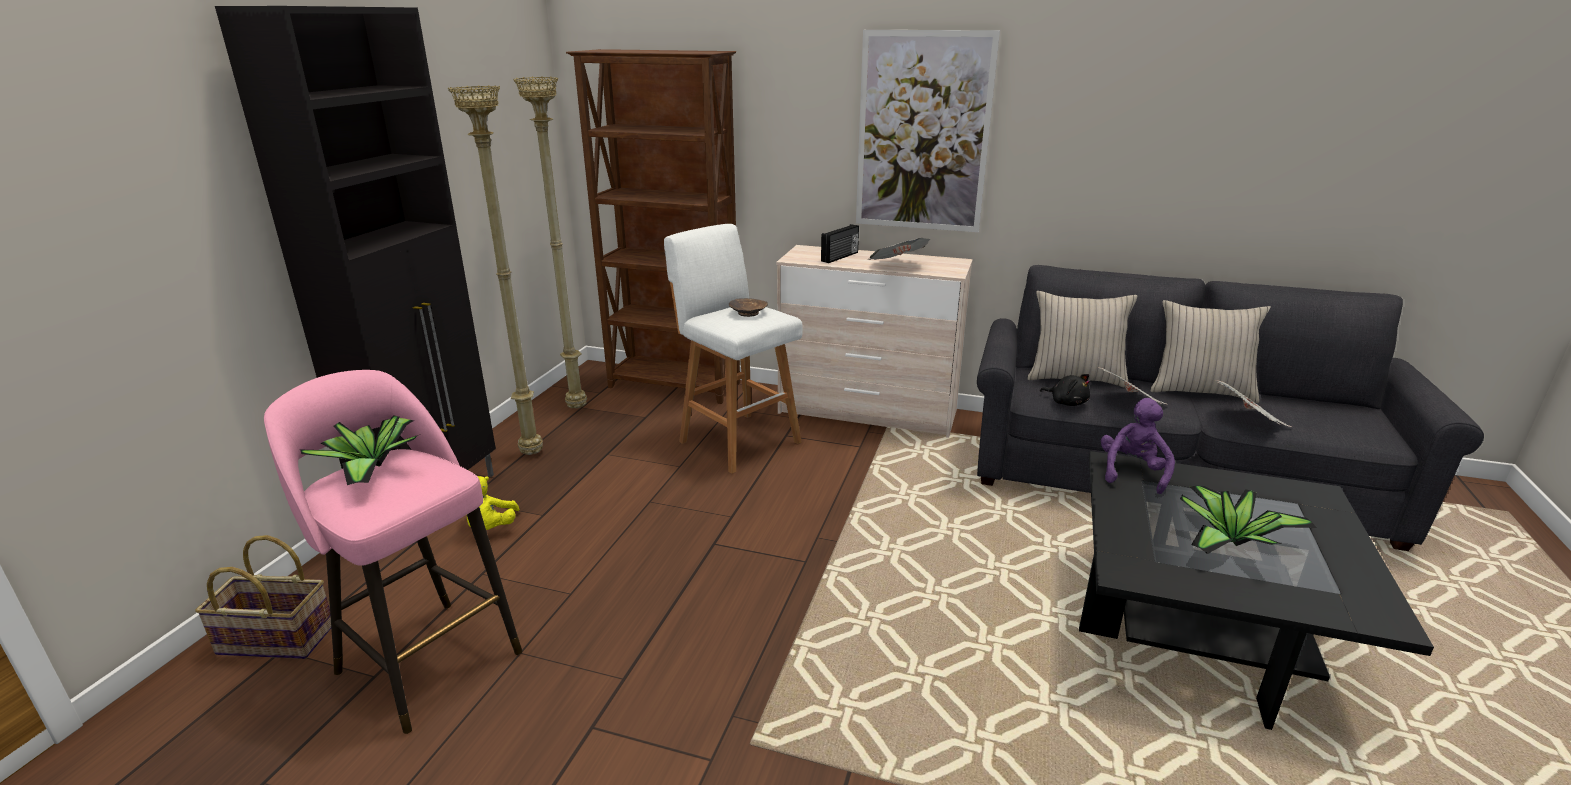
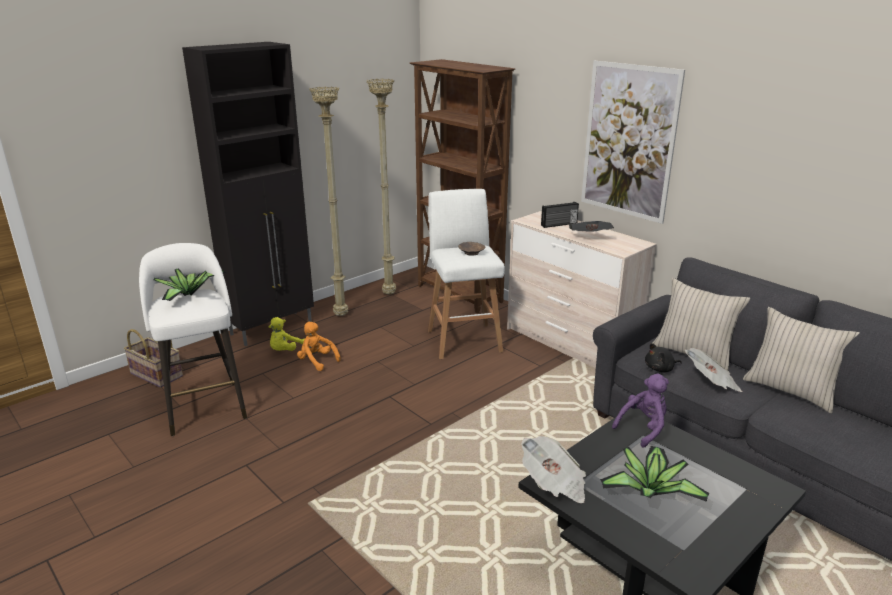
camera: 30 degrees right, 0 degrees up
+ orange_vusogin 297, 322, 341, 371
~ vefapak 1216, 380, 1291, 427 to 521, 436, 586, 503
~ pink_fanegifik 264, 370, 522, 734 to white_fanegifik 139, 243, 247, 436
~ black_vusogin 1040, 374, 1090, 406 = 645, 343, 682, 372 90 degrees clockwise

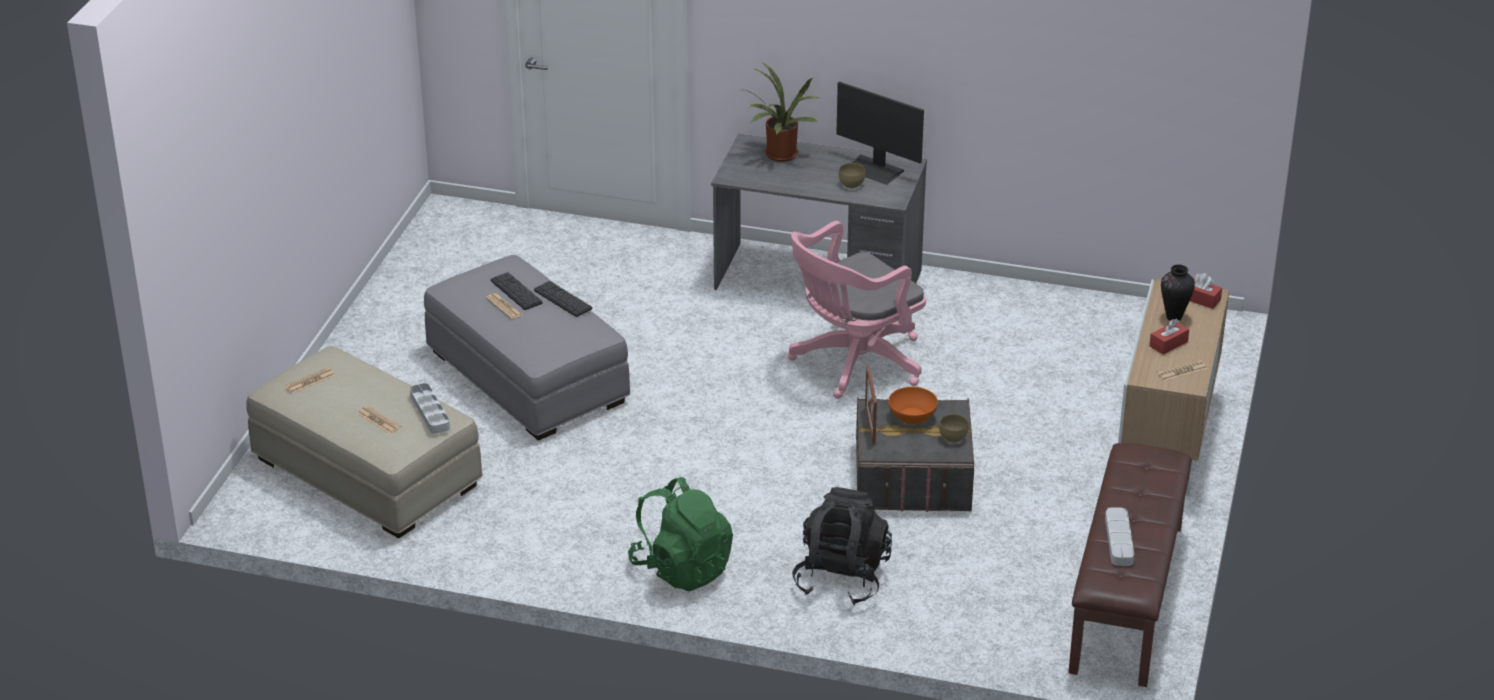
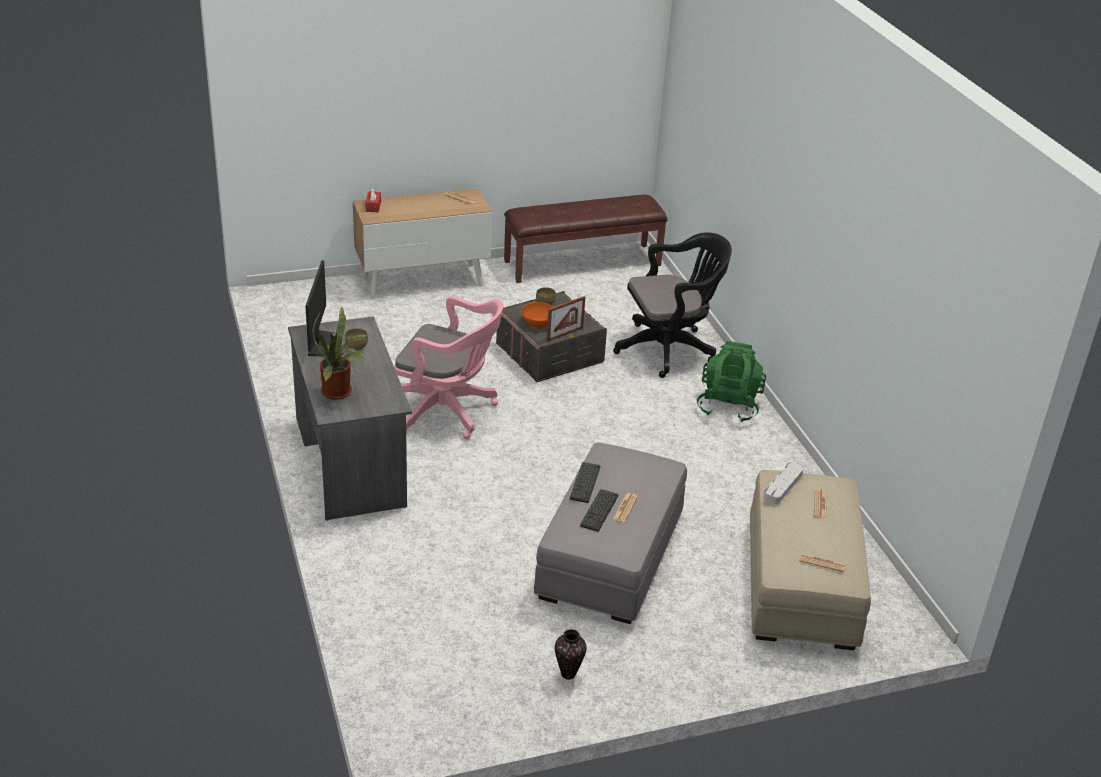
camera: 125 degrees left, 0 degrees up
- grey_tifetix 1105, 507, 1134, 566
- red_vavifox 1149, 319, 1189, 355
~ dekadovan 1161, 264, 1195, 321 to 555, 629, 586, 680
~ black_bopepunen 792, 487, 892, 605 to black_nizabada 613, 233, 732, 378

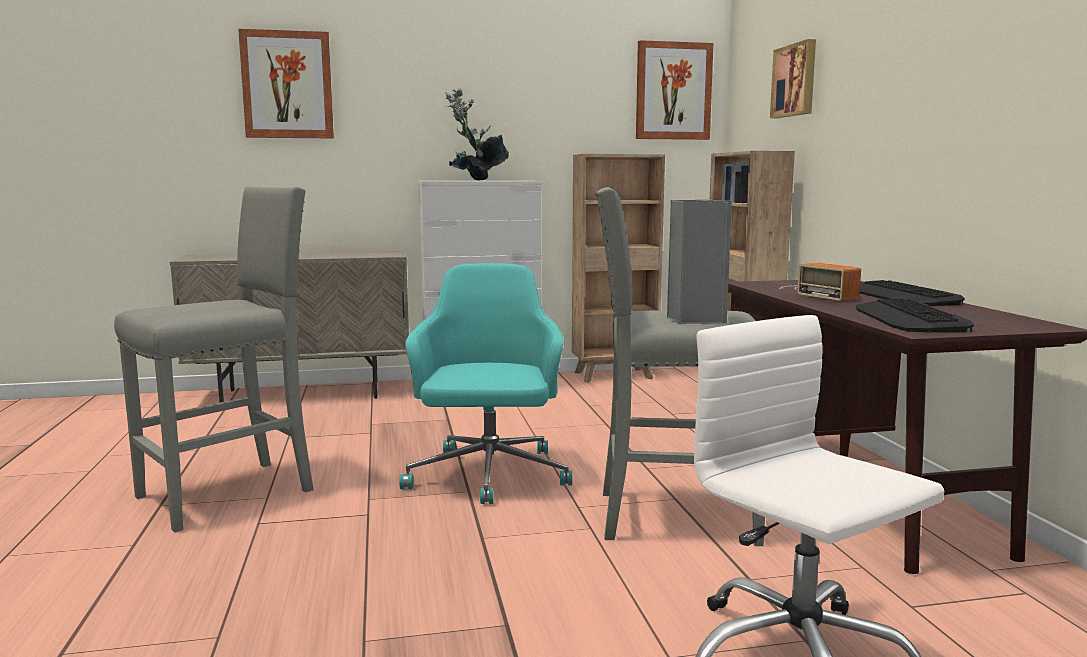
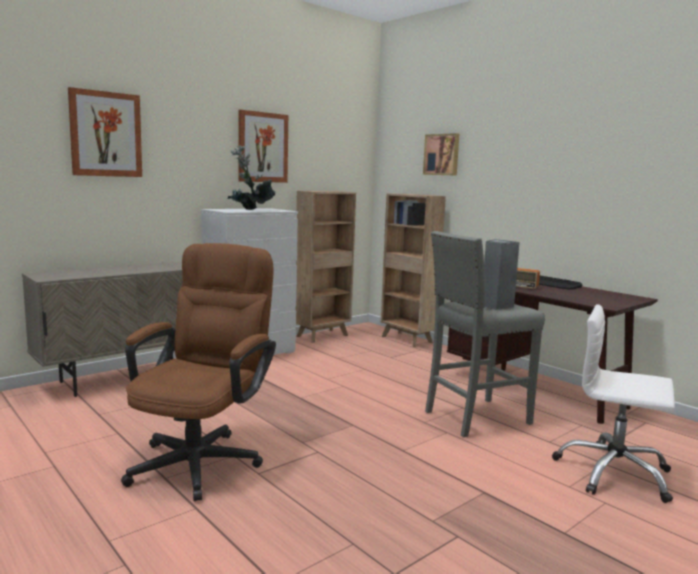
camera: 30 degrees left, 0 degrees up
- turquoise_nizabada 399, 263, 572, 504
- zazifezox 856, 298, 974, 333
~ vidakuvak 636, 40, 713, 140 to 238, 110, 288, 183
~ grey_fanegifik 114, 186, 314, 532 to brown_nizabada 121, 243, 276, 501

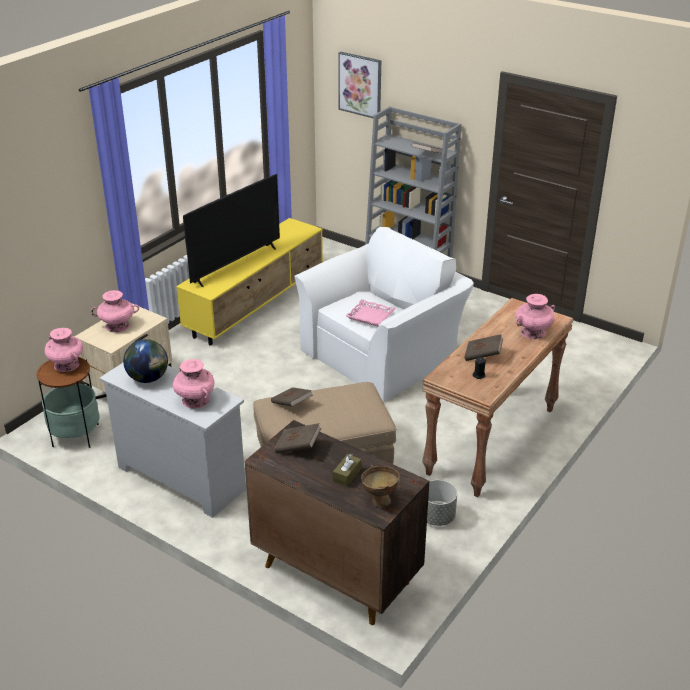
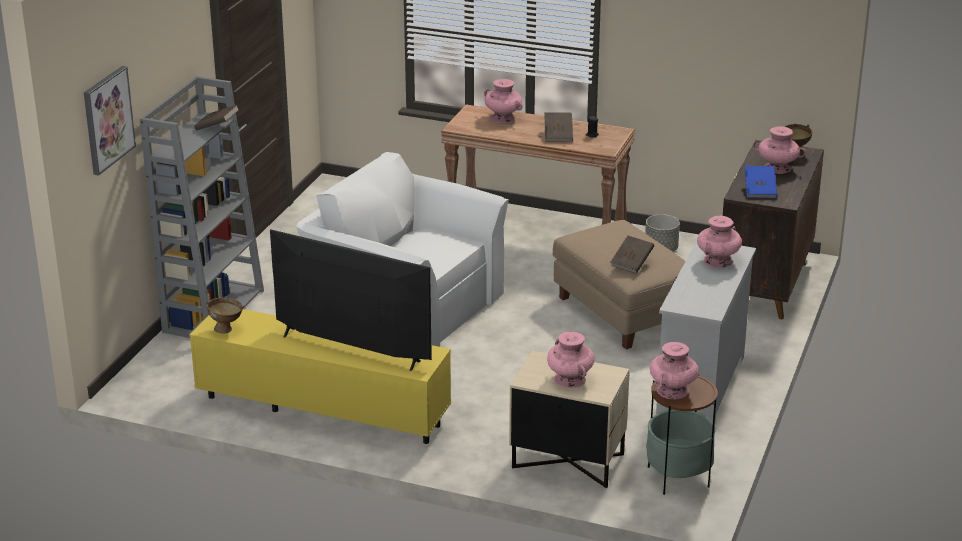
camera: 105 degrees left, 5 degrees down
- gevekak 123, 339, 168, 383
- pink_tifetix 346, 299, 396, 327
+ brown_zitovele 206, 297, 244, 334
~ brown_vavifox 333, 454, 361, 486 to pink_dekadovan 753, 126, 806, 174
~ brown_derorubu 274, 423, 321, 453 to blue_derorubu 745, 166, 777, 198

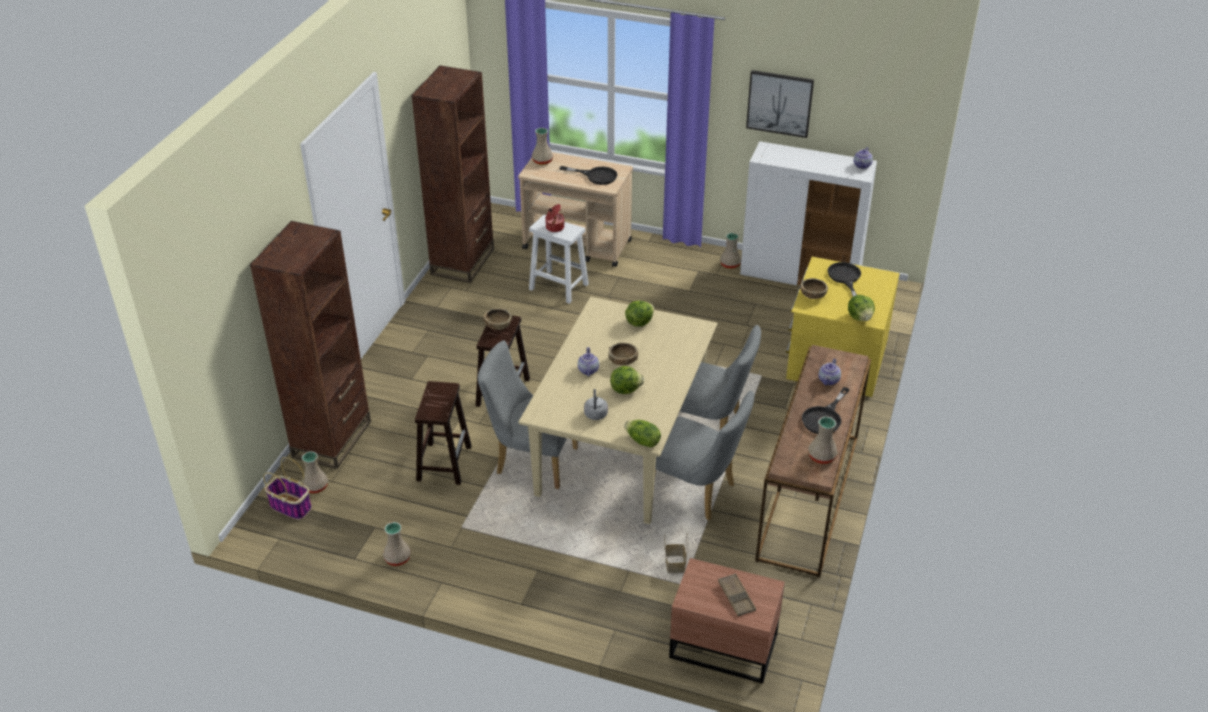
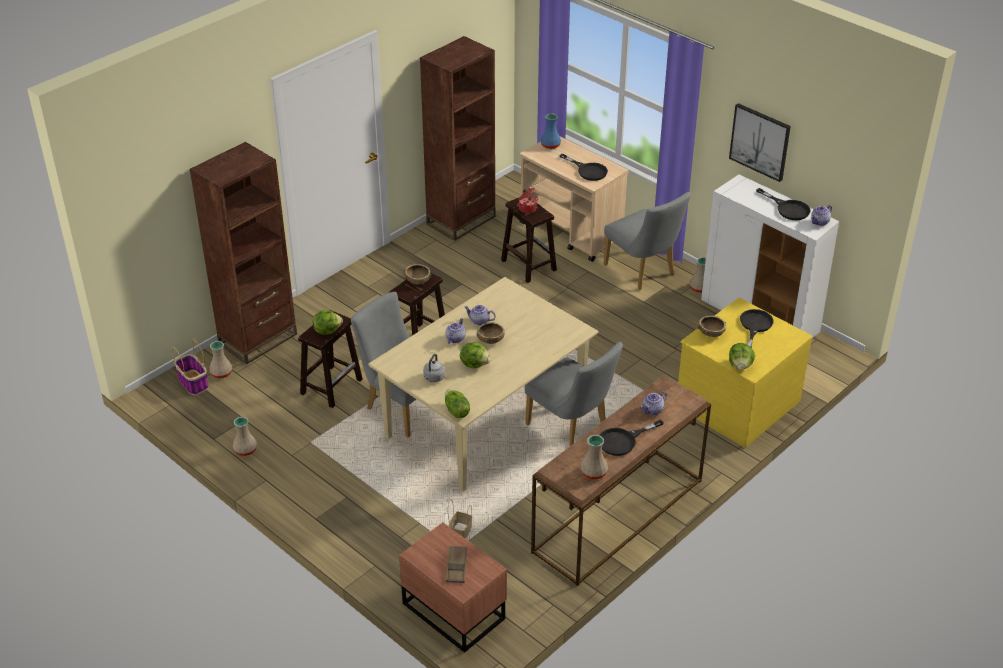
camera: 25 degrees right, 0 degrees up
+ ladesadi 464, 305, 496, 325
+ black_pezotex 756, 188, 811, 220
~ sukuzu 625, 301, 654, 327 to 312, 310, 343, 335
~ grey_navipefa 654, 391, 755, 520 to 604, 192, 691, 290
~ white_fanegifik 529, 215, 589, 304 to brown_fanegifik 501, 197, 557, 283
~ beige_dekadovan 532, 128, 553, 165 to blue_dekadovan 541, 114, 561, 149

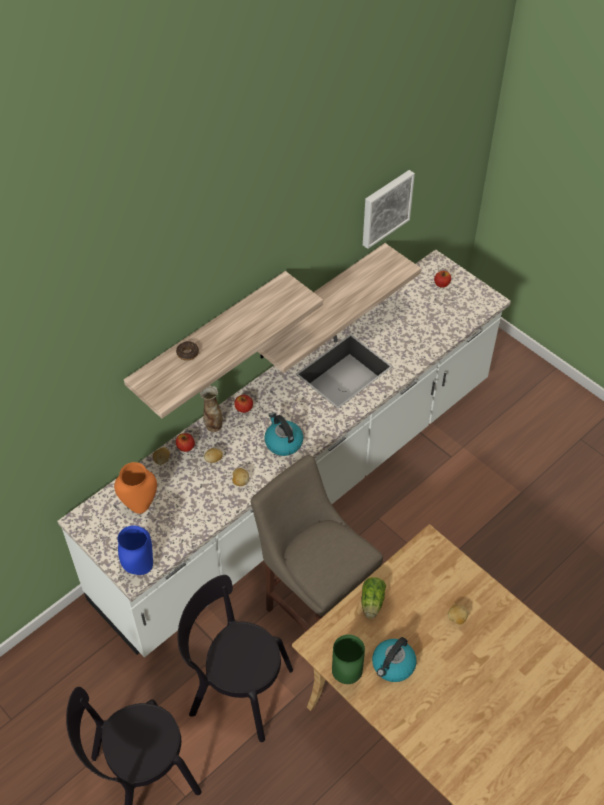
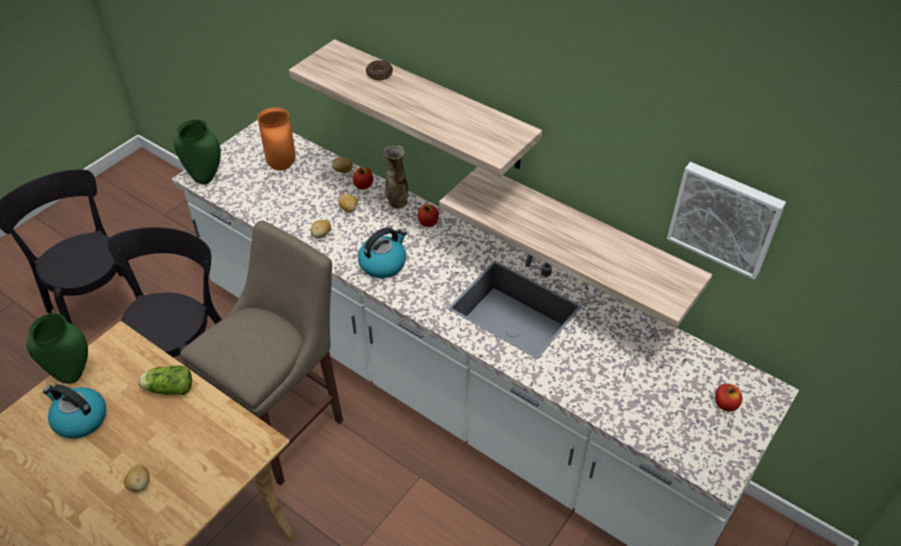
camera: 80 degrees right, 5 degrees down
~ blue_dekadovan 118, 525, 153, 575 to green_dekadovan 174, 119, 221, 185

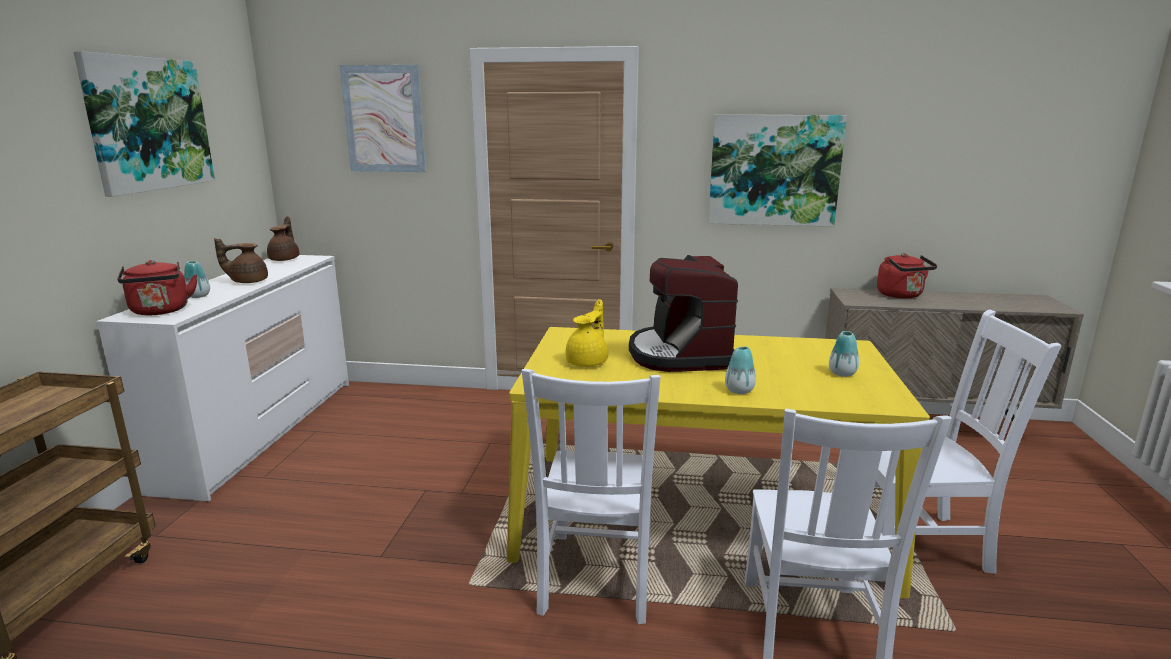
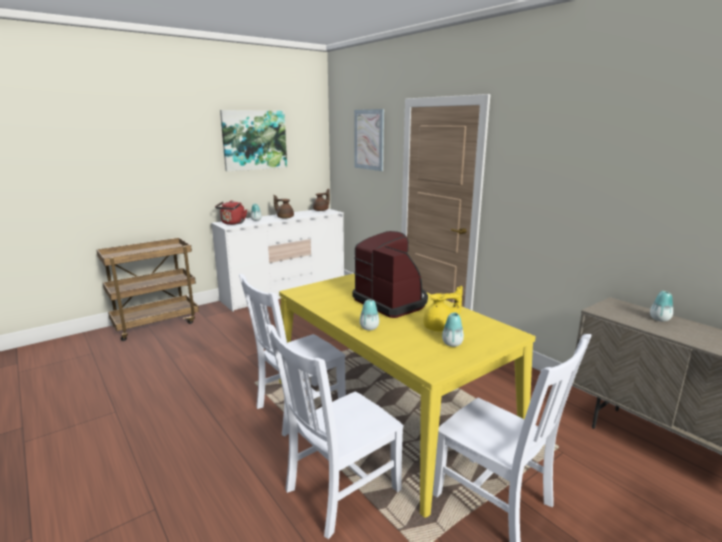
camera: 45 degrees right, 0 degrees up
- vidakuvak 708, 115, 847, 226
~ yellow_ladesadi 565, 299, 608, 366 to 423, 286, 463, 332
~ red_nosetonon 877, 253, 937, 299 to dekadovan 650, 291, 673, 322
~ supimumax 629, 255, 738, 372 = 352, 231, 428, 318 105 degrees clockwise

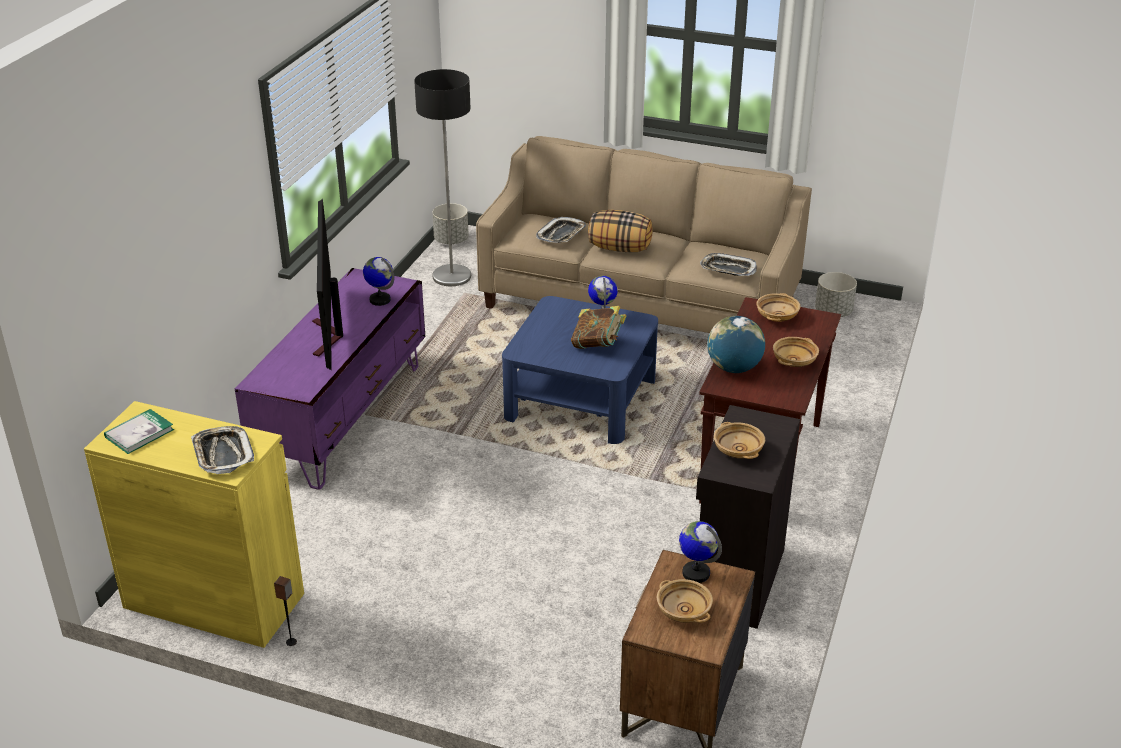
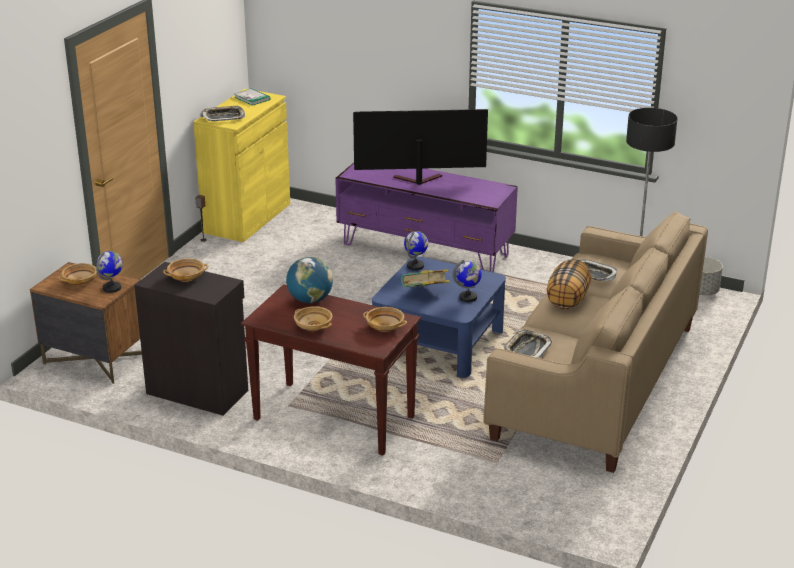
camera: 95 degrees right, 5 degrees down
- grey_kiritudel 815, 272, 857, 317
~ gevekak 363, 257, 395, 306 to 404, 231, 428, 270

